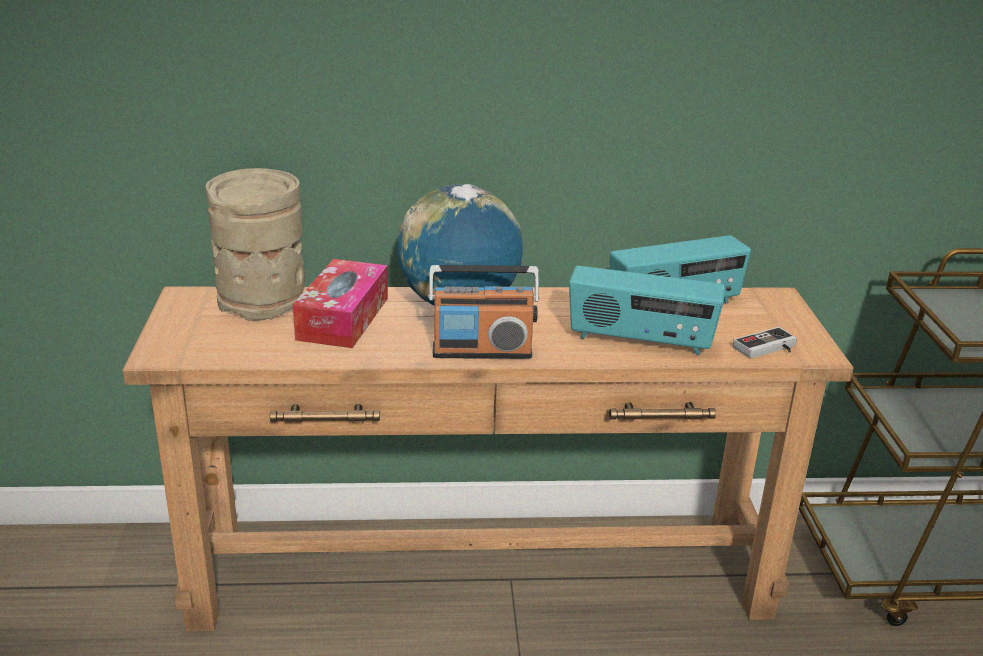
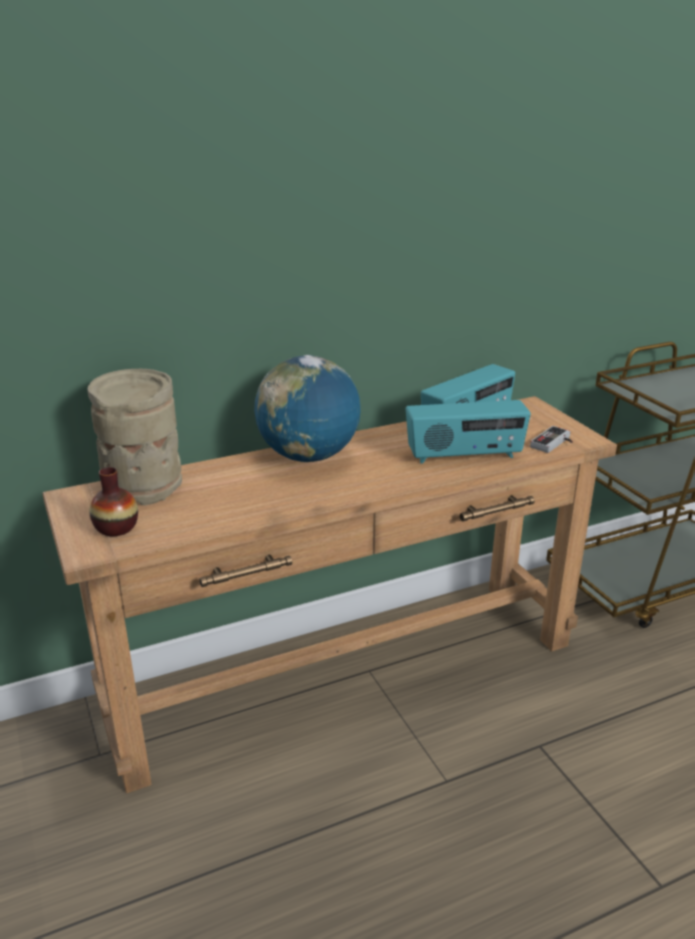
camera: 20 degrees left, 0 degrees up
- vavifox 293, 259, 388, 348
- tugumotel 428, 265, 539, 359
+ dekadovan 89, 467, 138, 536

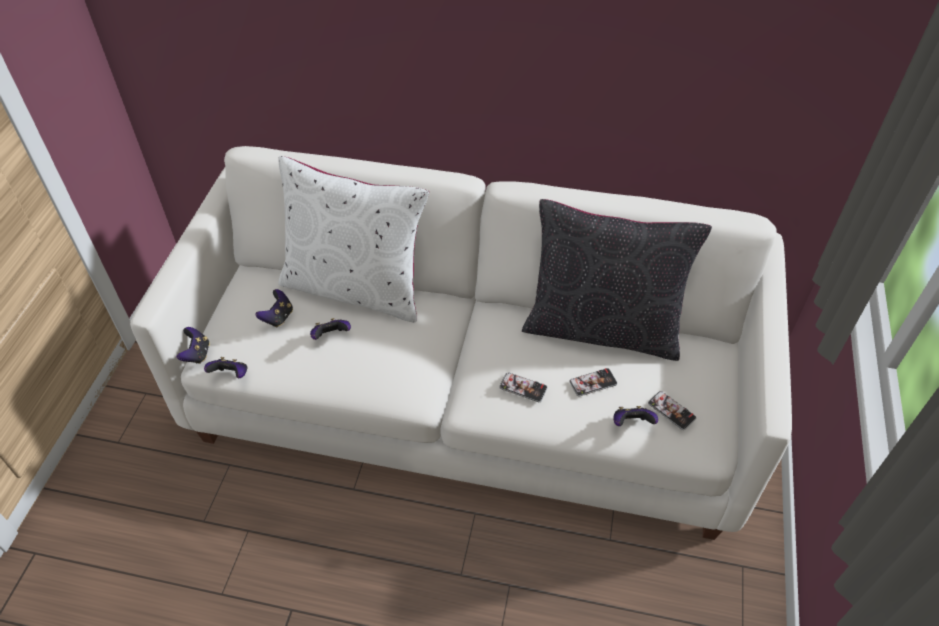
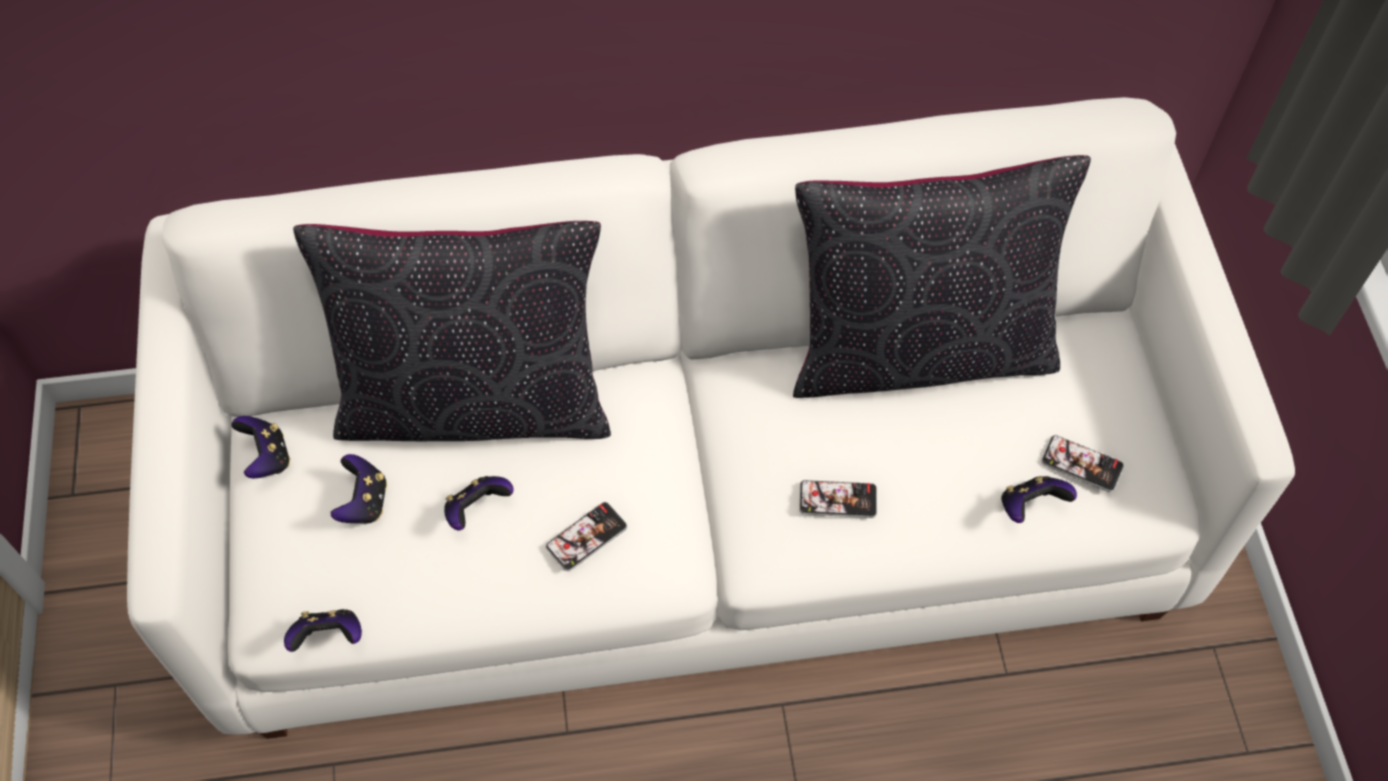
camera: 20 degrees left, 10 degrees up
~ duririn 176, 327, 210, 364 to 231, 416, 290, 478
~ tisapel 569, 368, 617, 397 to 546, 502, 627, 571
~ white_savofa 278, 156, 429, 322 to black_savofa 293, 221, 611, 441

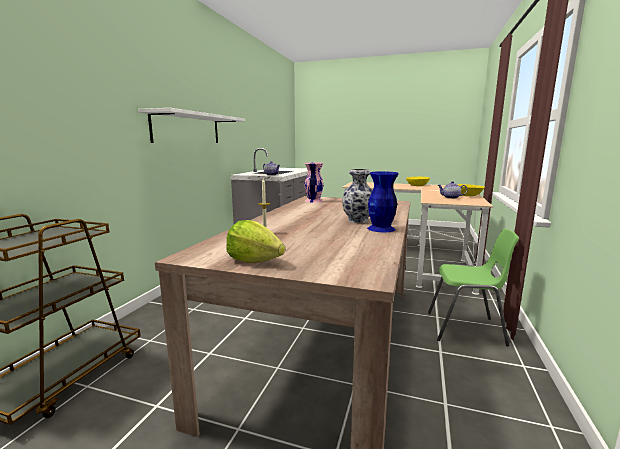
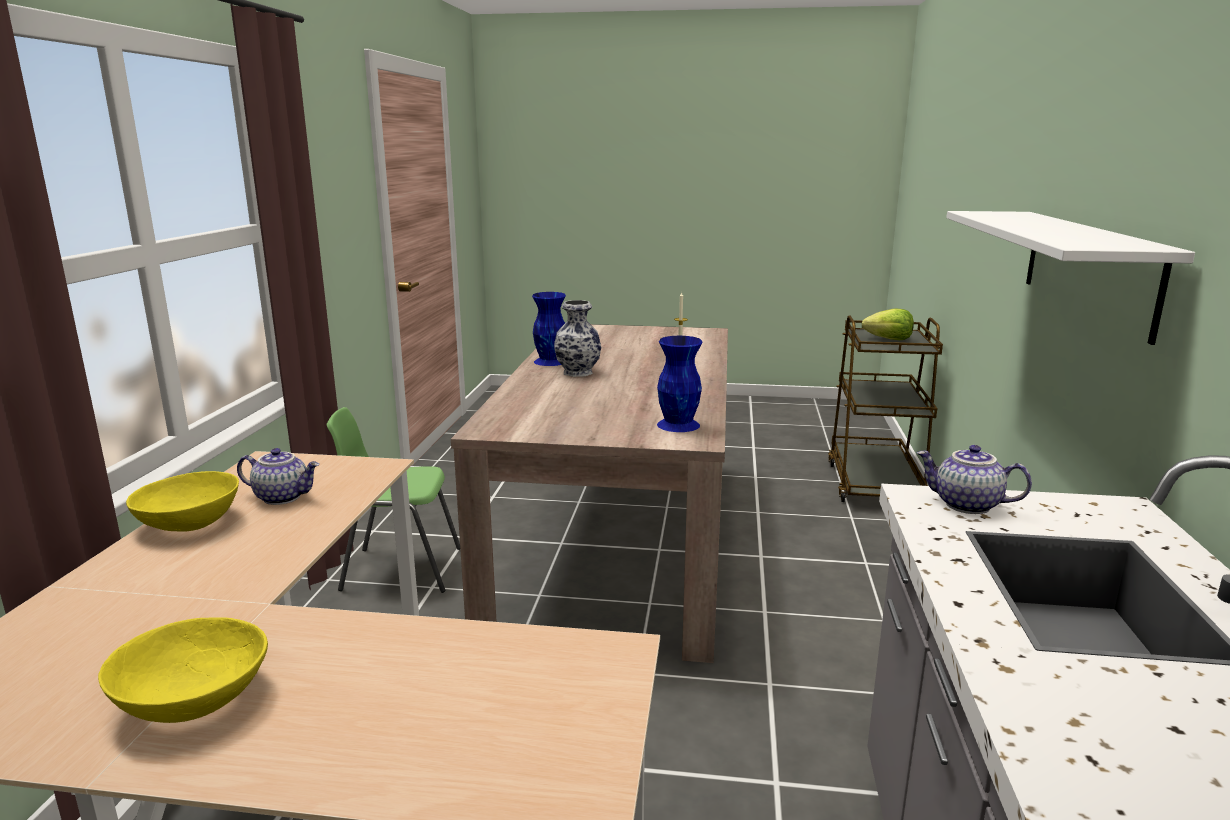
camera: 170 degrees right, 5 degrees up
~ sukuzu 226, 220, 285, 263 to 862, 308, 914, 340
~ pink_dekadovan 304, 163, 323, 202 to blue_dekadovan 657, 336, 703, 432

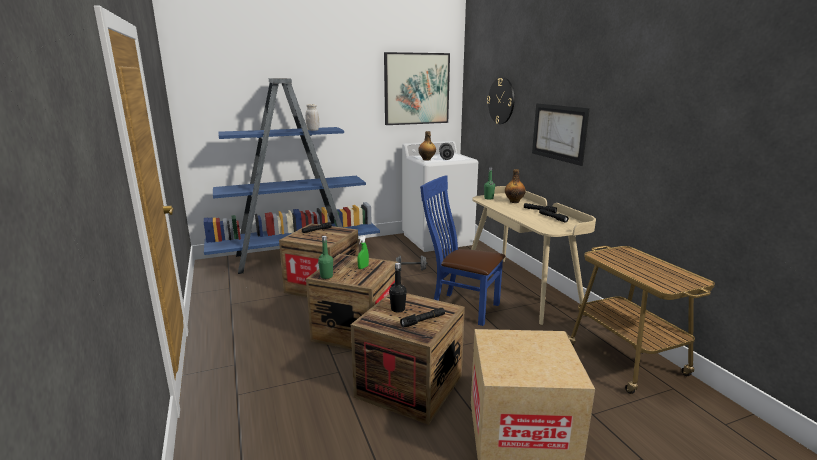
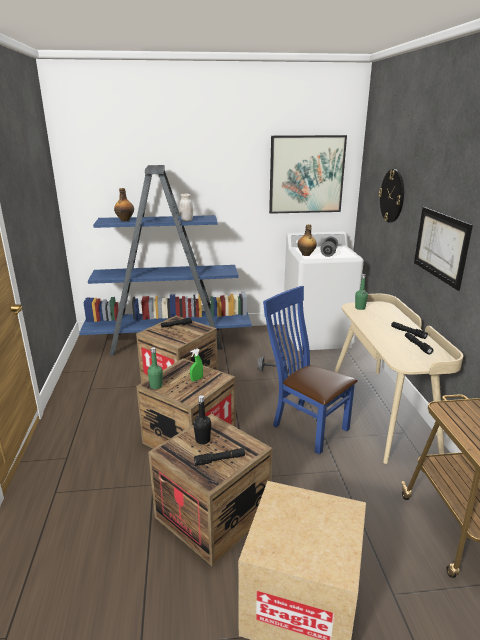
camera: 15 degrees right, 5 degrees up
~ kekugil 505, 169, 526, 203 to 114, 188, 134, 221

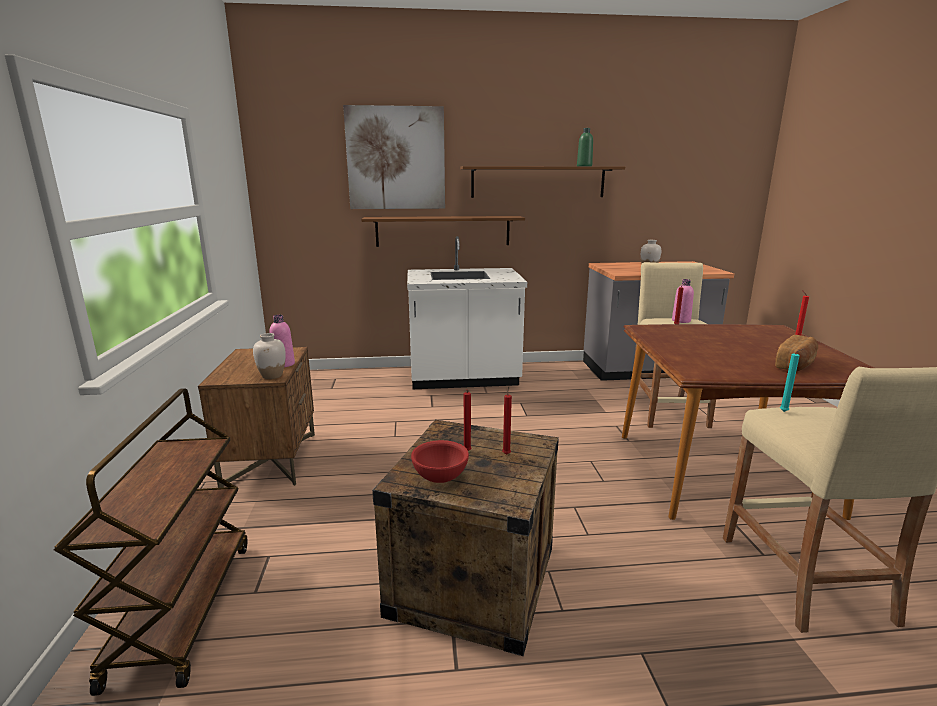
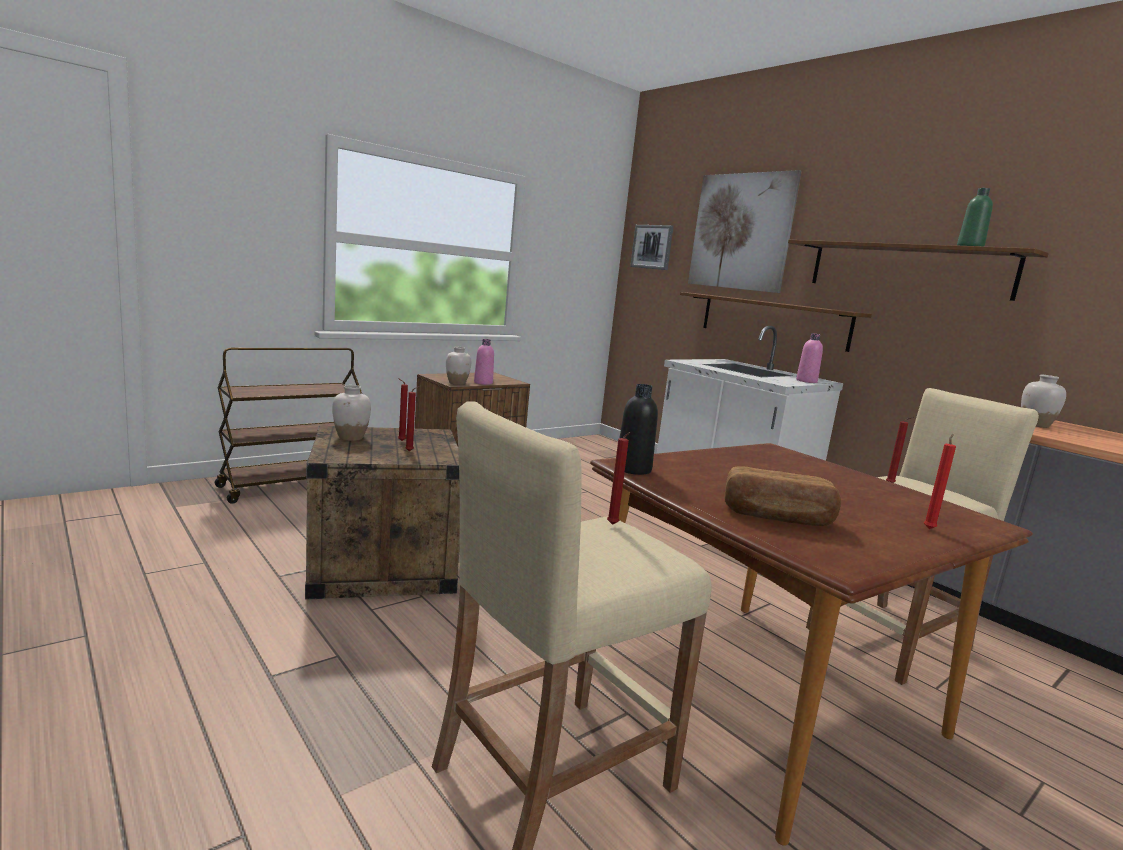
camera: 55 degrees right, 5 degrees down
+ black_kekugil 620, 384, 658, 475
+ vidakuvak 630, 225, 674, 270
~ pink_kekugil 672, 279, 694, 323 to 796, 333, 823, 383
~ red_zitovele 411, 440, 469, 483 to white_dekadovan 332, 385, 371, 441
~ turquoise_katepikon 780, 348, 805, 412 to red_katepikon 607, 432, 630, 525

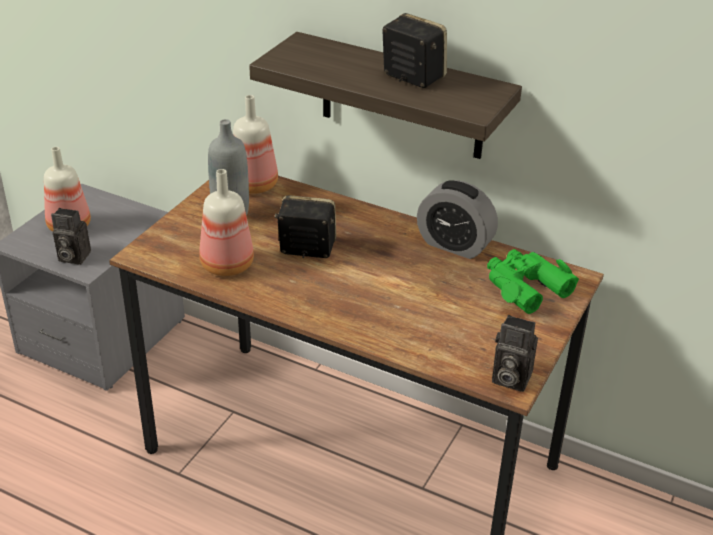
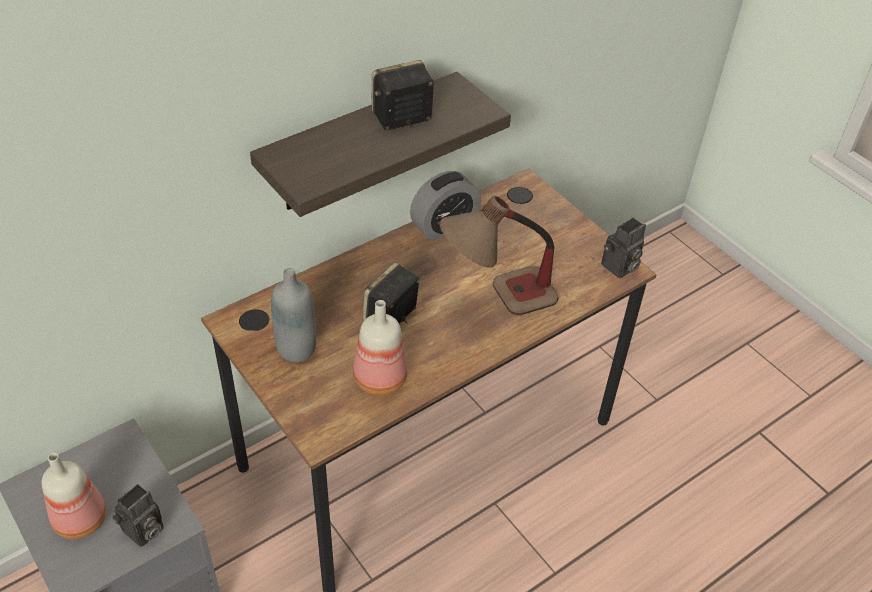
camera: 65 degrees left, 10 degrees up
- kekugil 233, 95, 278, 194
- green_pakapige 487, 249, 579, 314
+ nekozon 440, 196, 559, 315

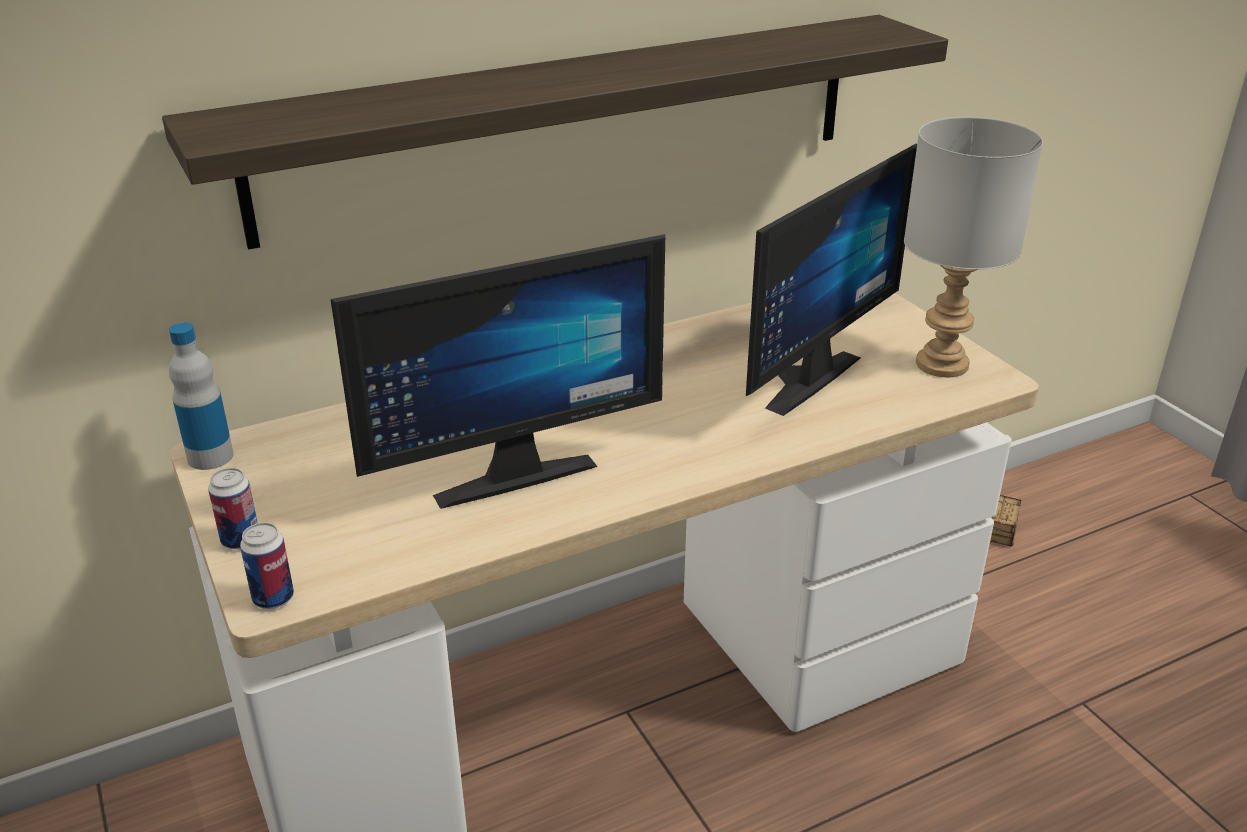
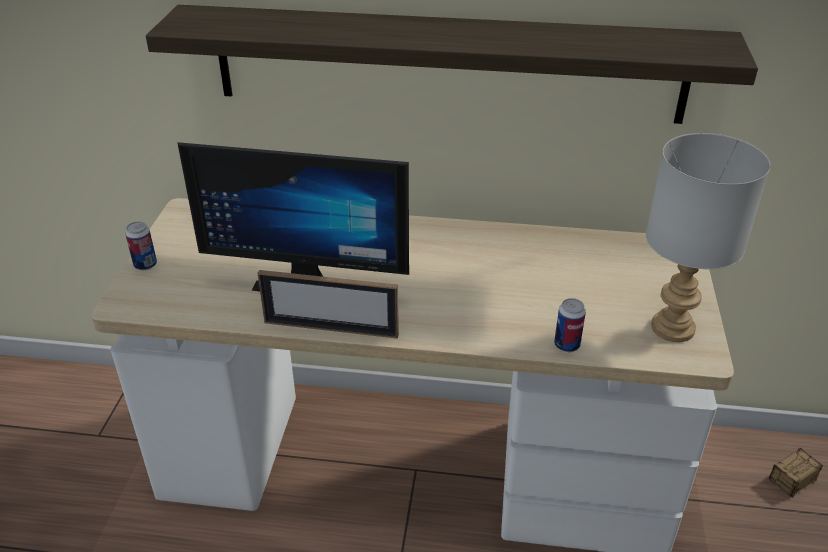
camera: 35 degrees right, 5 degrees up
- kekugil 169, 322, 234, 470
- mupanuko 746, 143, 917, 416
+ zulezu 257, 270, 399, 339
~ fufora 240, 523, 294, 609 to 554, 298, 586, 352

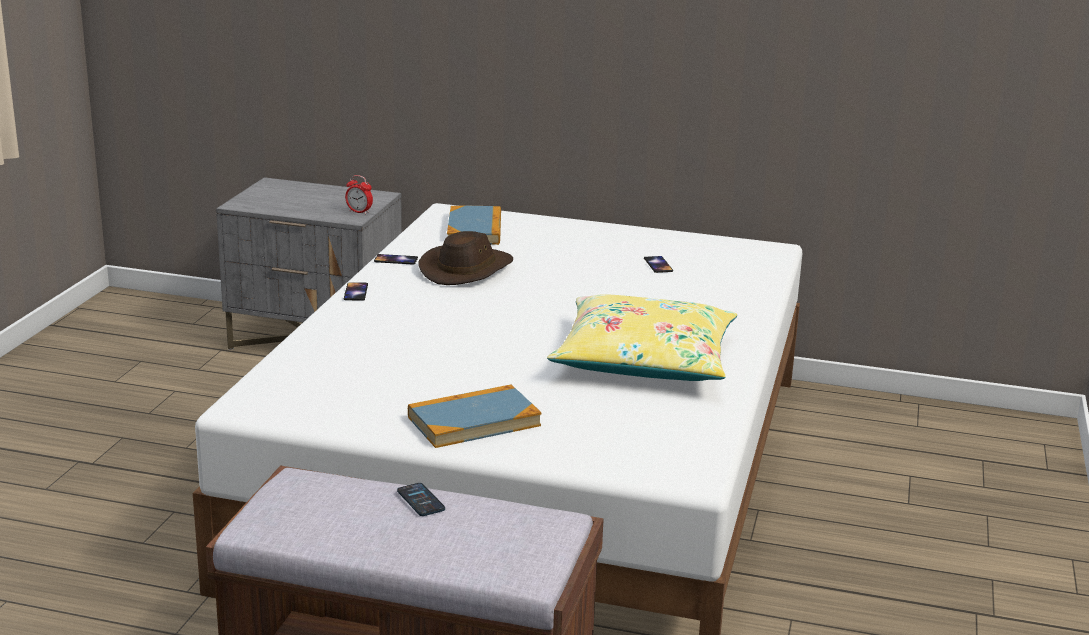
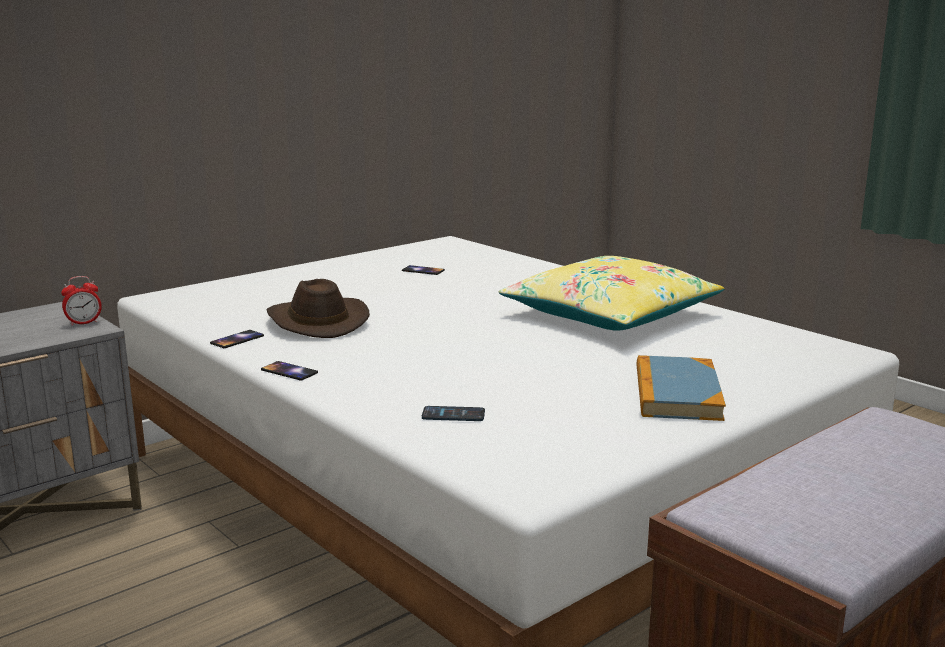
camera: 55 degrees left, 5 degrees down
- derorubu 447, 205, 501, 245
~ tisapel 397, 483, 445, 516 to 422, 406, 485, 421

